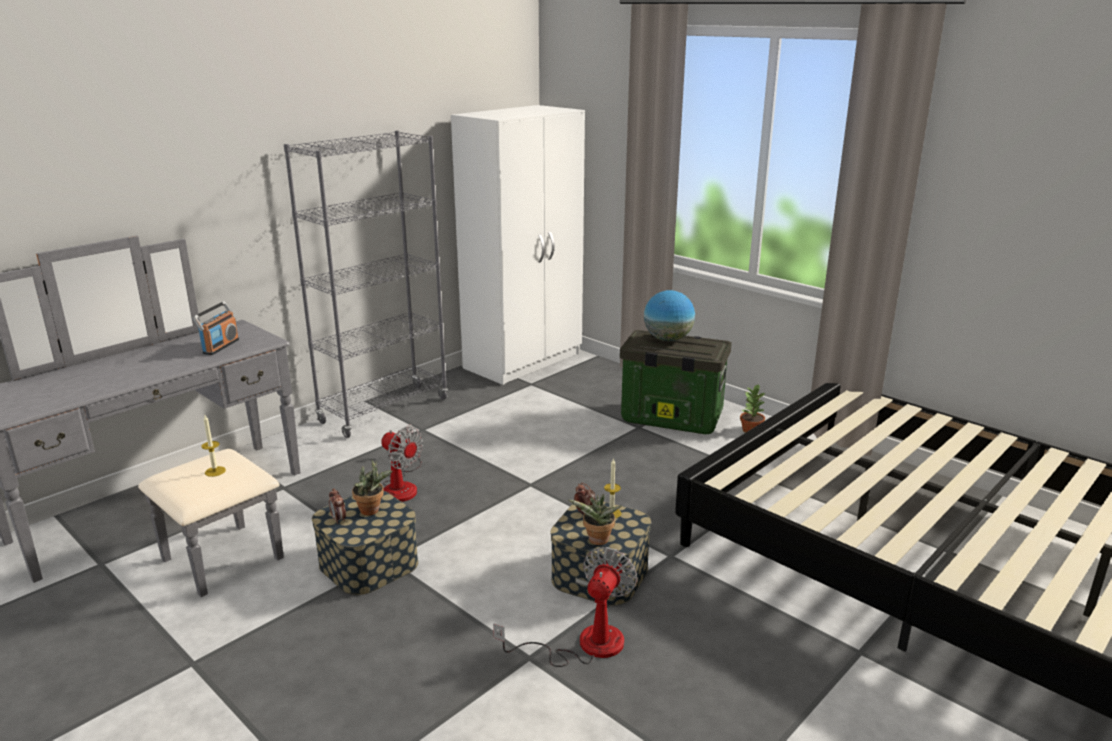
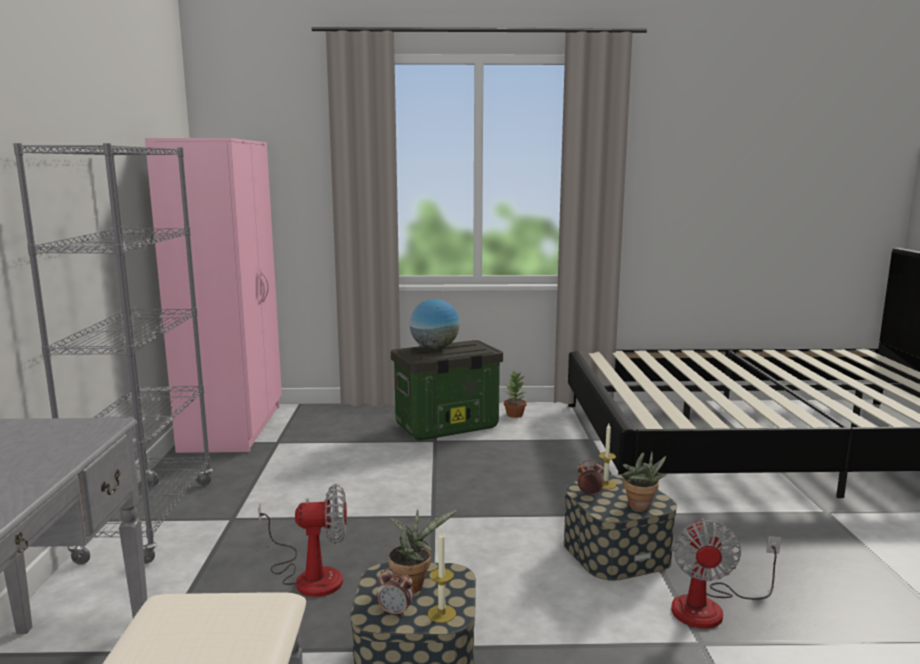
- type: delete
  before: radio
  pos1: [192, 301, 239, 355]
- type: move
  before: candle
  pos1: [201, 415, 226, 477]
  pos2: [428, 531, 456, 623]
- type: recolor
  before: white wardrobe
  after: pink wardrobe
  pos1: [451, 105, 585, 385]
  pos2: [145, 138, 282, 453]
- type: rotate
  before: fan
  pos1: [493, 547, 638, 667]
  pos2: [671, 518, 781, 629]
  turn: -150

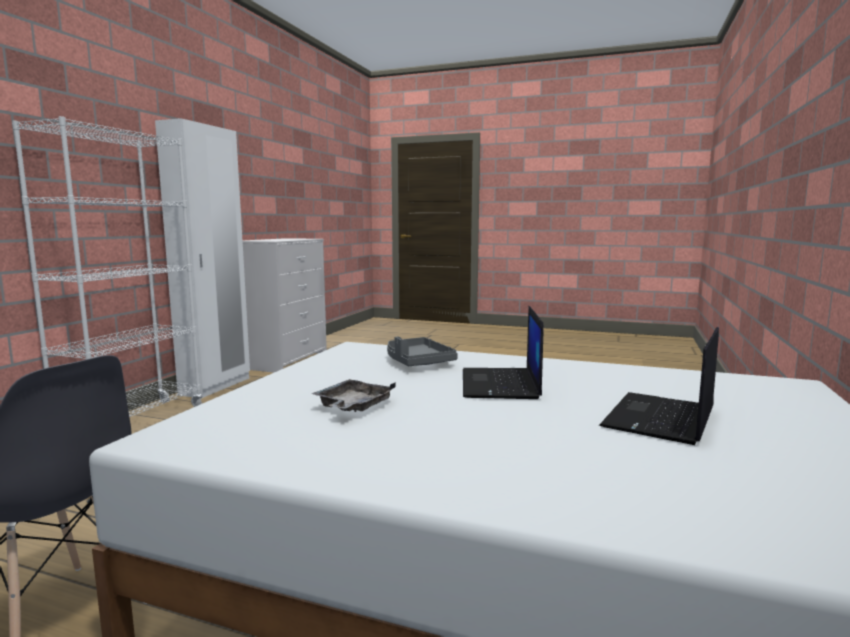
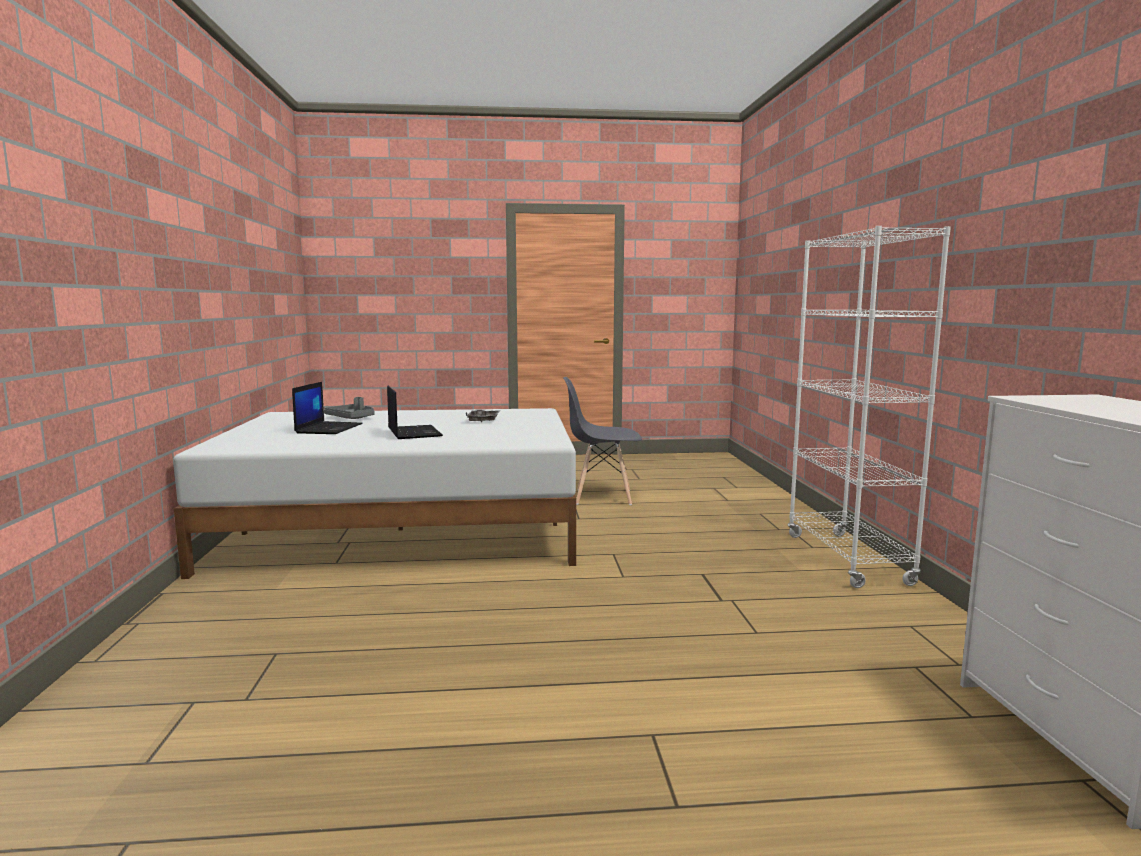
- type: delete
  before: white wardrobe
  pos1: [155, 118, 250, 399]
- type: move
  before: grey tray
  pos1: [387, 337, 458, 366]
  pos2: [324, 397, 374, 419]

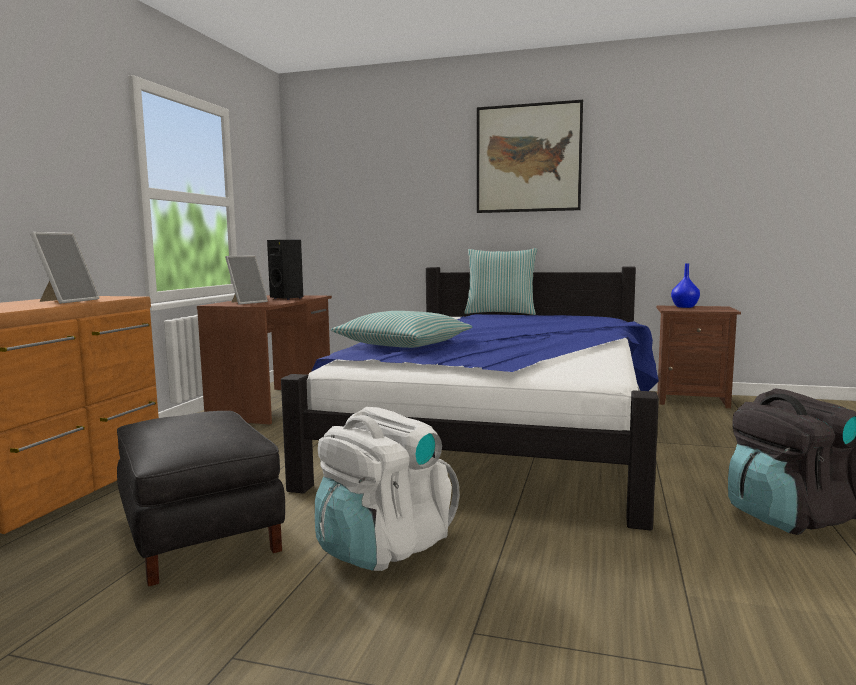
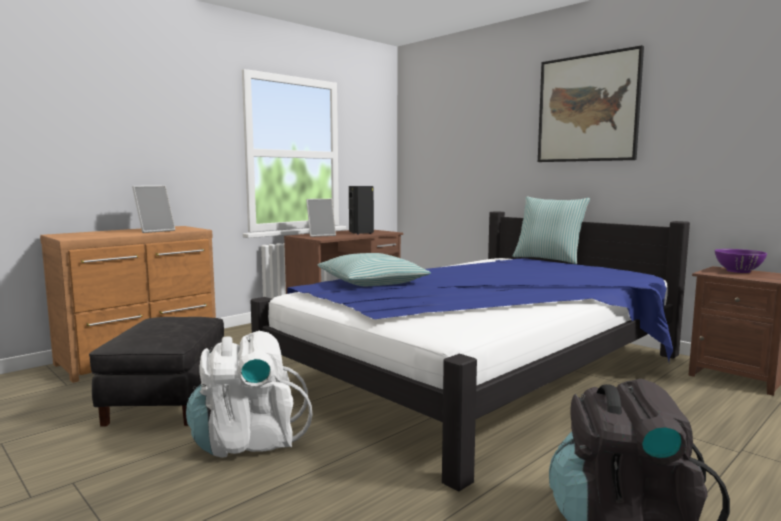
- type: replace
  before: blue vase
  after: purple bowl
  pos1: [671, 263, 700, 308]
  pos2: [715, 249, 767, 273]

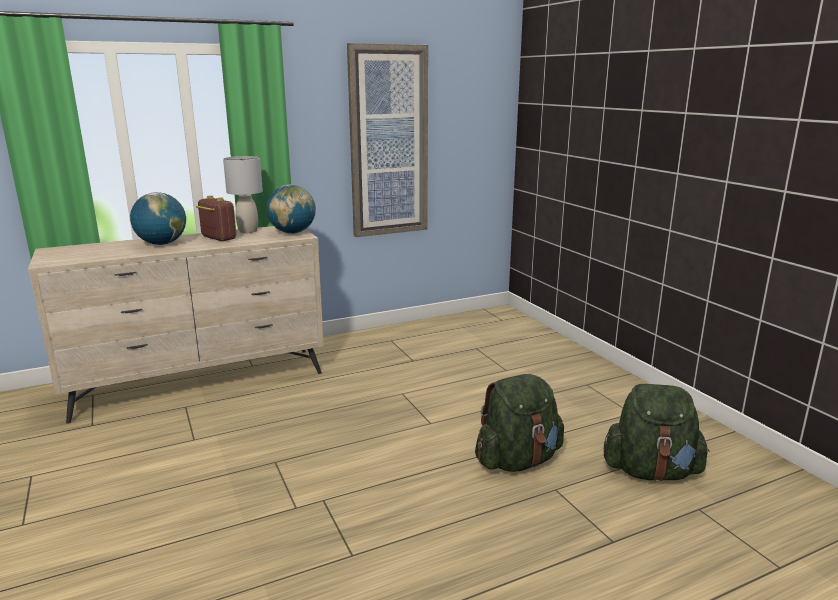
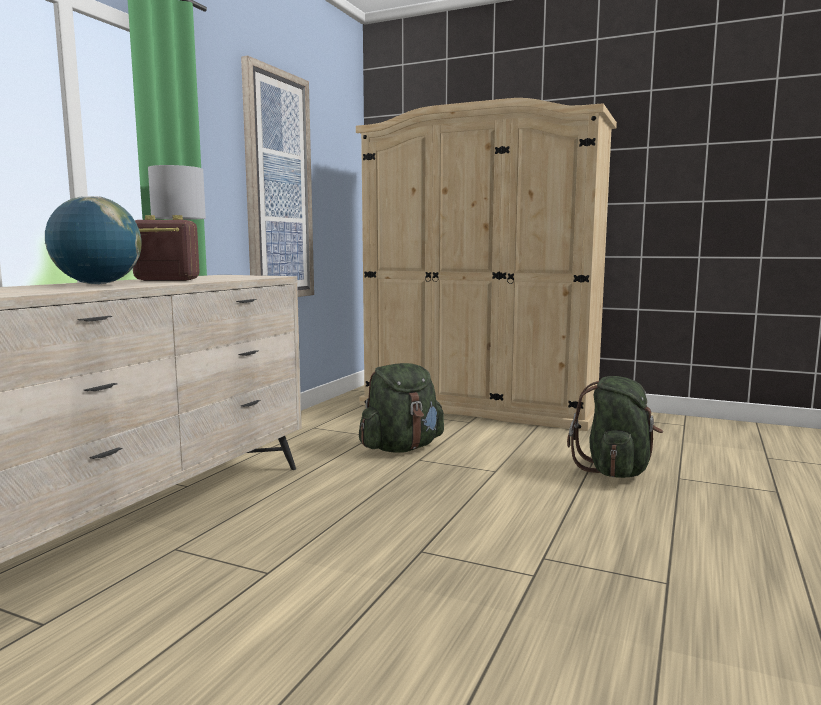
- type: delete
  before: globe
  pos1: [266, 184, 316, 234]
- type: move
  before: green backpack
  pos1: [604, 384, 710, 481]
  pos2: [359, 363, 444, 453]
- type: insert
  after: beige wardrobe
  pos2: [356, 98, 617, 431]

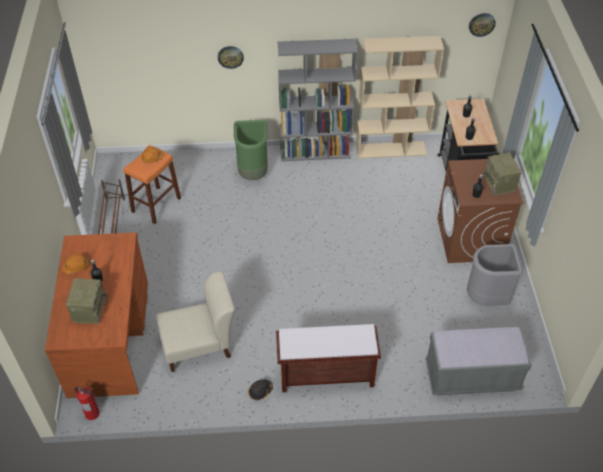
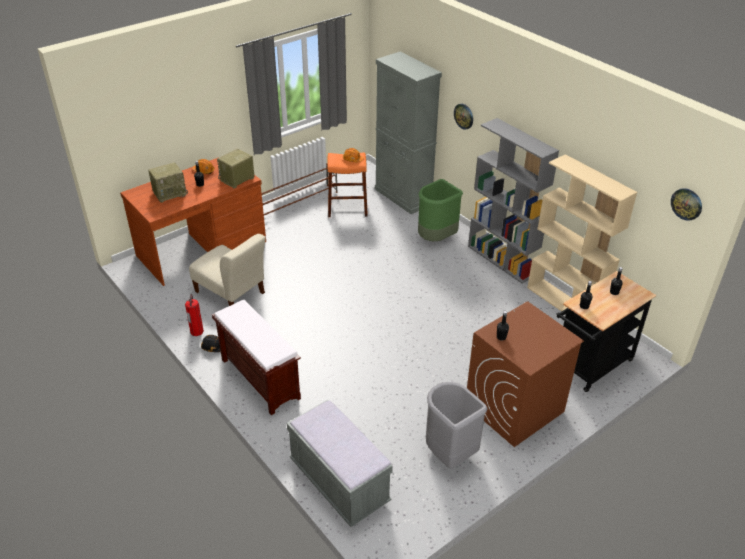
- type: move
  before: fire extinguisher
  pos1: [75, 387, 99, 420]
  pos2: [185, 294, 204, 336]
- type: move
  before: radio
  pos1: [483, 153, 522, 196]
  pos2: [217, 149, 254, 189]
- type: insert
  after: grey cabinet
  pos2: [375, 52, 442, 214]

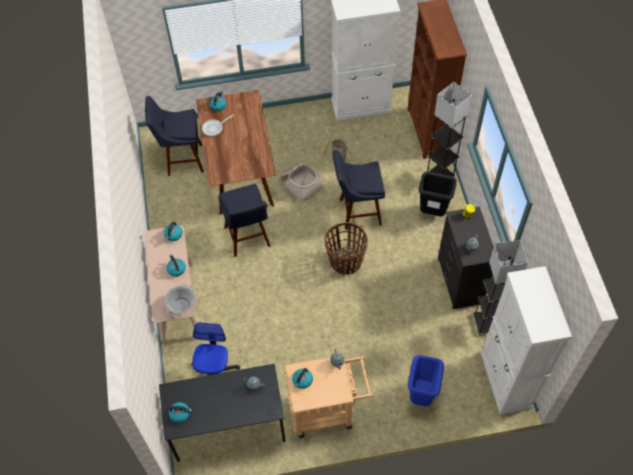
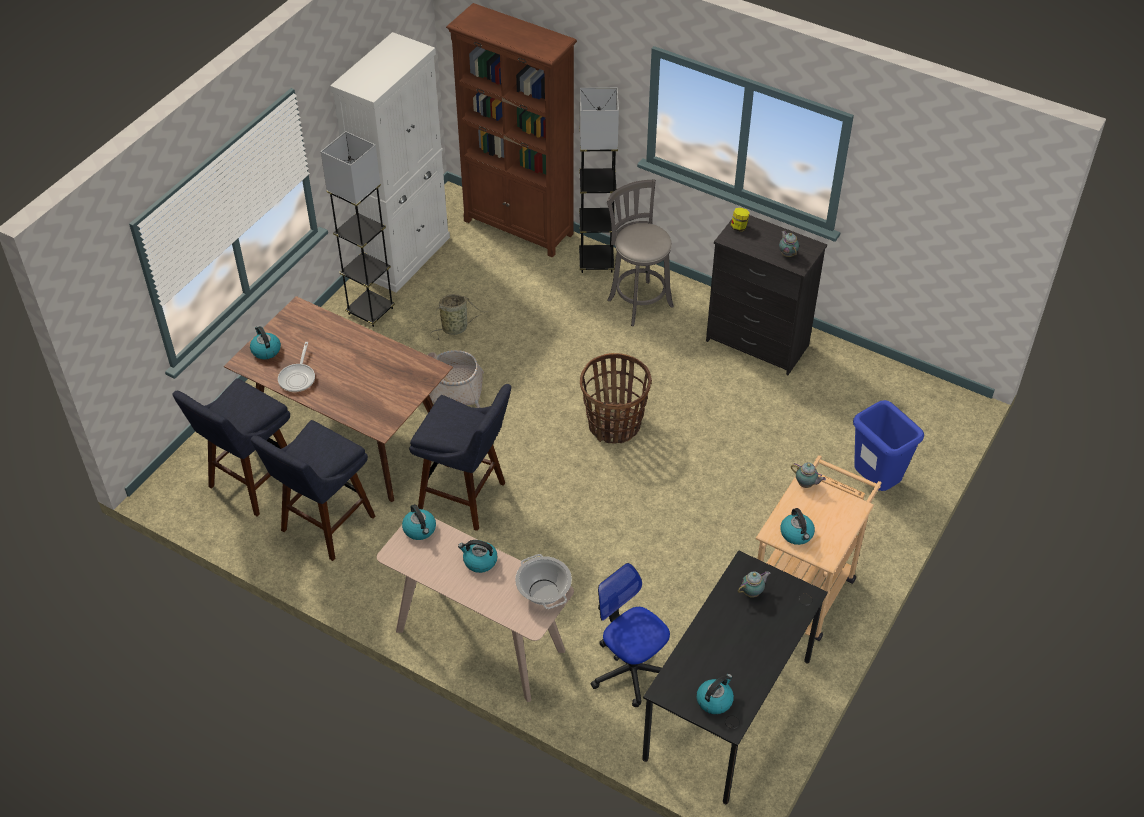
- type: move
  before: blue stool
  pos1: [333, 150, 385, 230]
  pos2: [251, 420, 375, 561]
- type: replace
  before: black trash can
  after: grey stool
  pos1: [419, 171, 457, 217]
  pos2: [607, 179, 674, 326]
- type: move
  before: grey floor lamp
  pos1: [473, 240, 528, 335]
  pos2: [321, 131, 395, 327]
- type: delete
  before: white cabinet
  pos1: [480, 266, 572, 414]

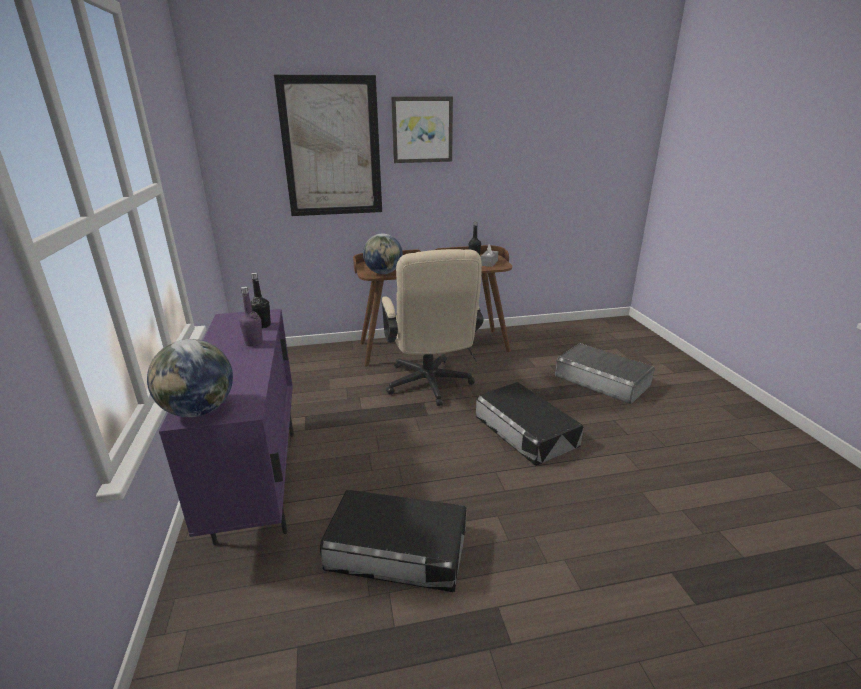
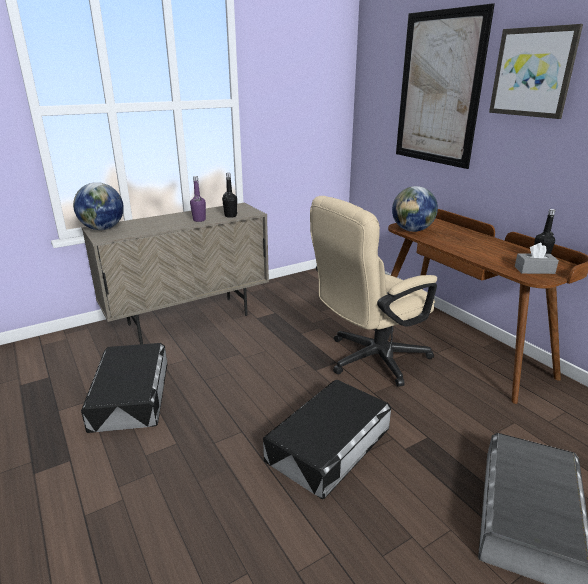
- type: recolor
  before: purple cabinet
  after: beige cabinet
  pos1: [159, 309, 294, 545]
  pos2: [82, 203, 269, 344]

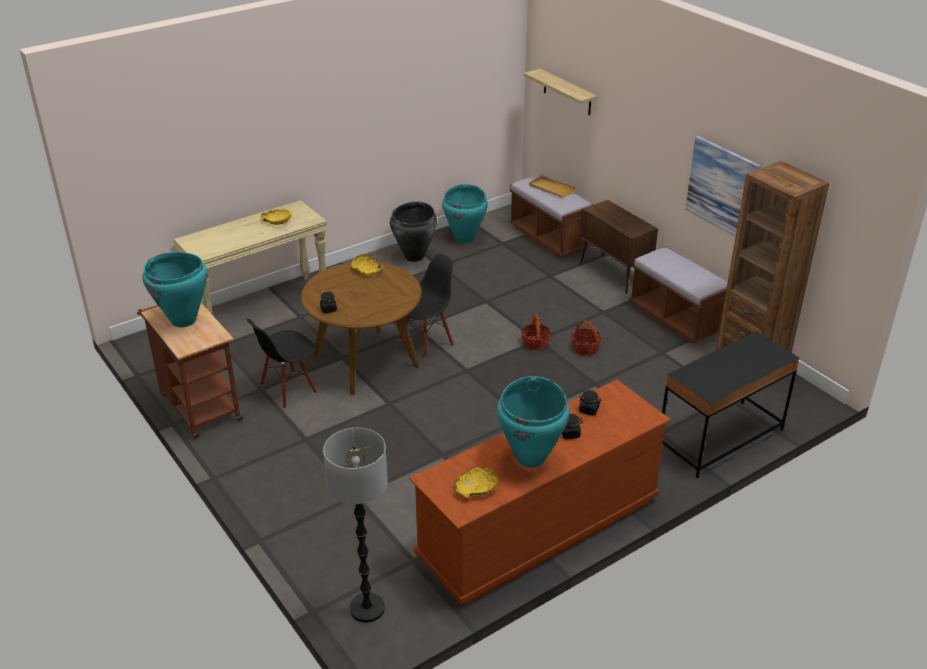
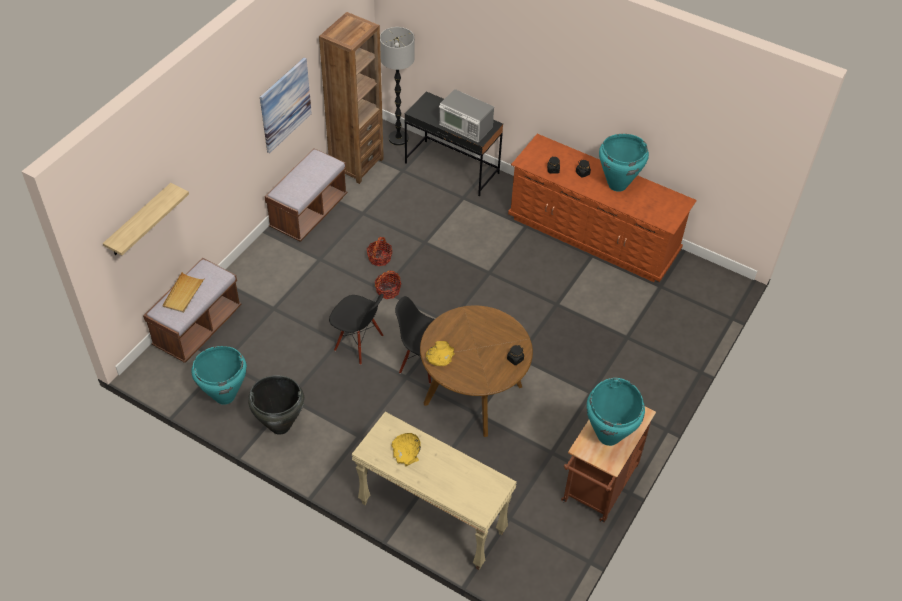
- type: move
  before: black chair
  pos1: [247, 319, 317, 409]
  pos2: [329, 294, 384, 365]
- type: move
  before: floor lamp
  pos1: [323, 428, 388, 623]
  pos2: [380, 27, 414, 146]
- type: delete
  before: yellow bowl
  pos1: [454, 467, 498, 498]
- type: delete
  before: brown cabinet
  pos1: [580, 200, 658, 294]
- type: insert
  after: microwave
  pos2: [439, 89, 494, 142]

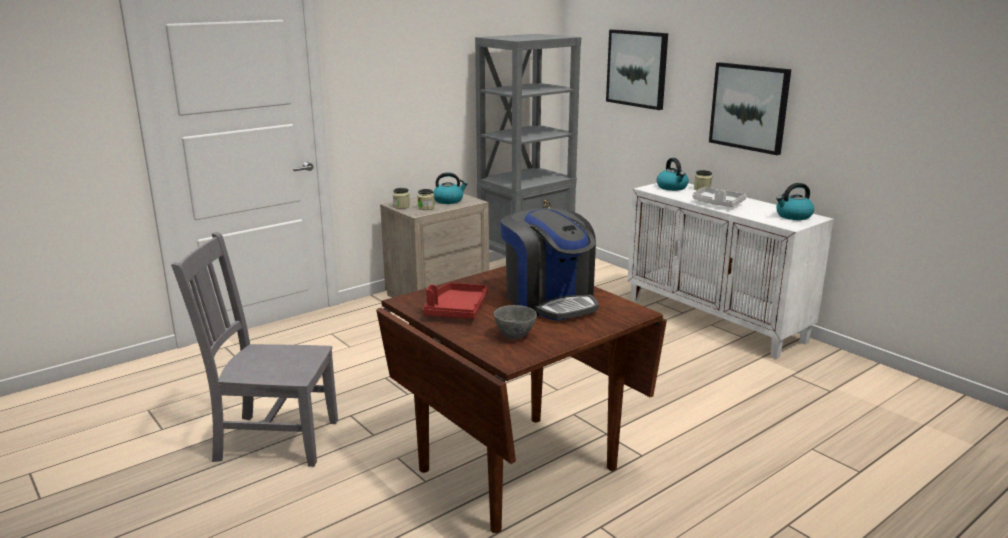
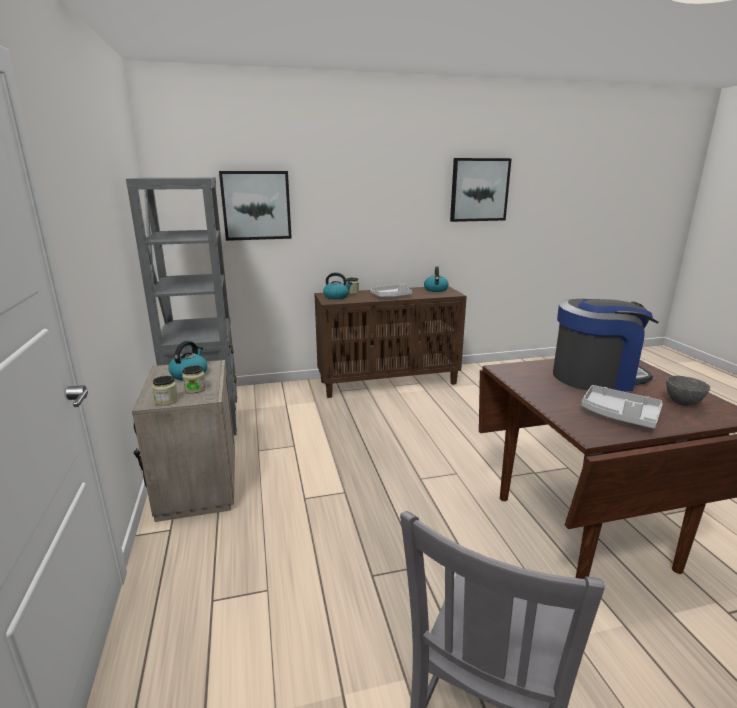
- type: recolor
  before: red tray
  after: grey tray
  pos1: [423, 283, 488, 319]
  pos2: [581, 385, 663, 429]
- type: recolor
  before: white cabinet
  after: brown cabinet
  pos1: [627, 183, 834, 359]
  pos2: [314, 286, 467, 398]
- type: move
  before: picture
  pos1: [709, 62, 791, 155]
  pos2: [450, 158, 512, 222]

